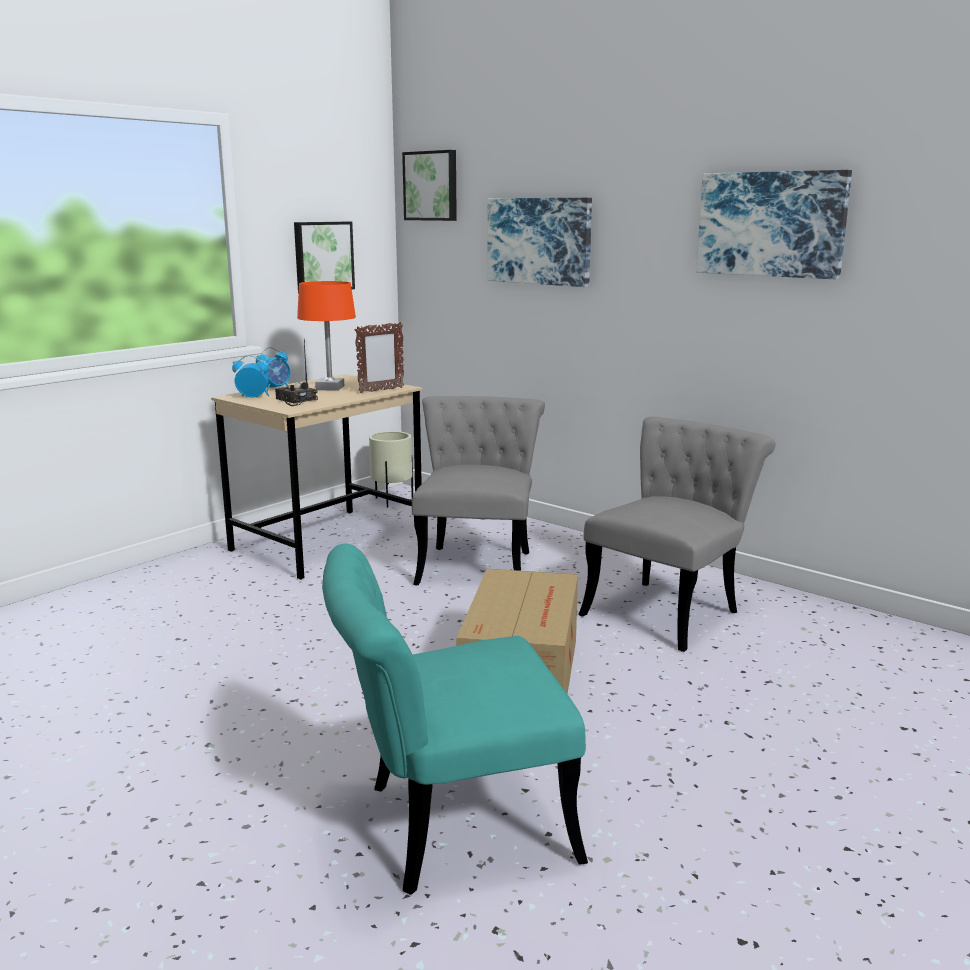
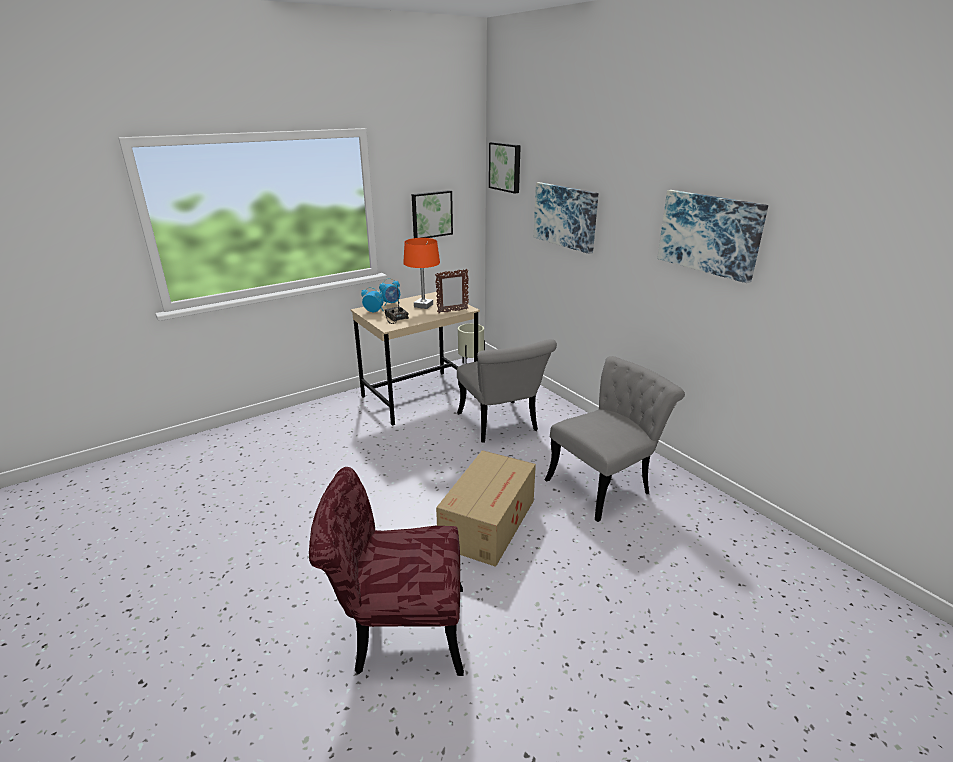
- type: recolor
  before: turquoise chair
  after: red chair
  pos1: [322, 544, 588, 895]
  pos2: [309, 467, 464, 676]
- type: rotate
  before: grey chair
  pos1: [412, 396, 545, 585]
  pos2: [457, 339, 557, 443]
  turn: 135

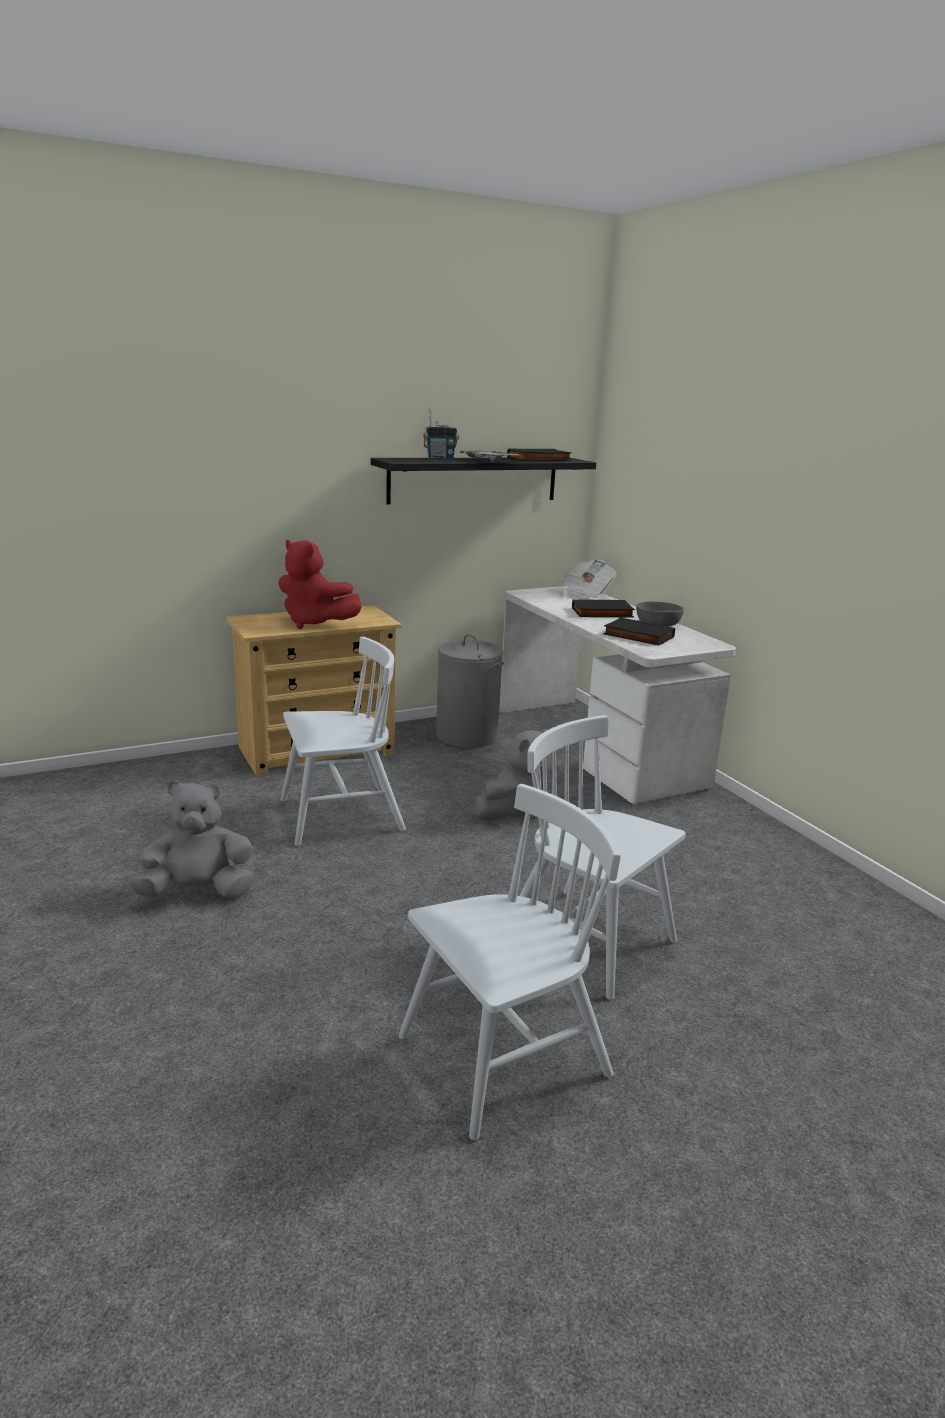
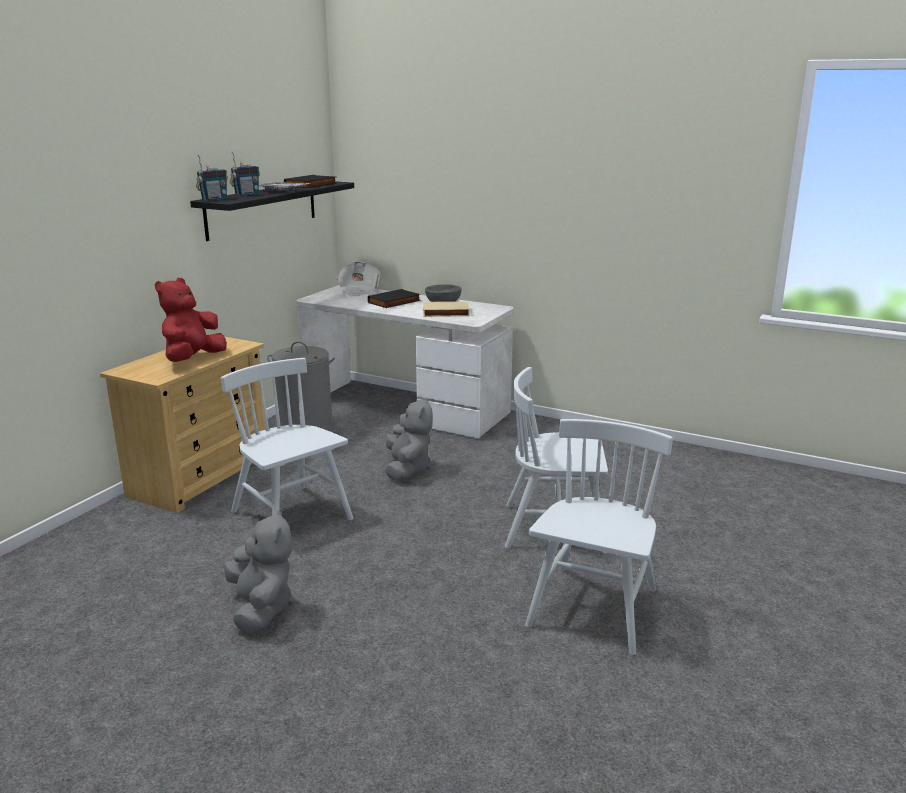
- type: rotate
  before: grey plush toy
  pos1: [129, 780, 255, 899]
  pos2: [224, 509, 293, 634]
  turn: 120
- type: rotate
  before: red plush toy
  pos1: [278, 540, 361, 629]
  pos2: [155, 278, 227, 362]
  turn: 120
- type: rotate
  before: white chair
  pos1: [280, 637, 406, 846]
  pos2: [221, 358, 354, 520]
  turn: -75
- type: recolor
  before: black book
  after: beige book
  pos1: [603, 617, 675, 646]
  pos2: [423, 301, 470, 317]
- type: insert
  after: radio
  pos2: [196, 154, 228, 201]

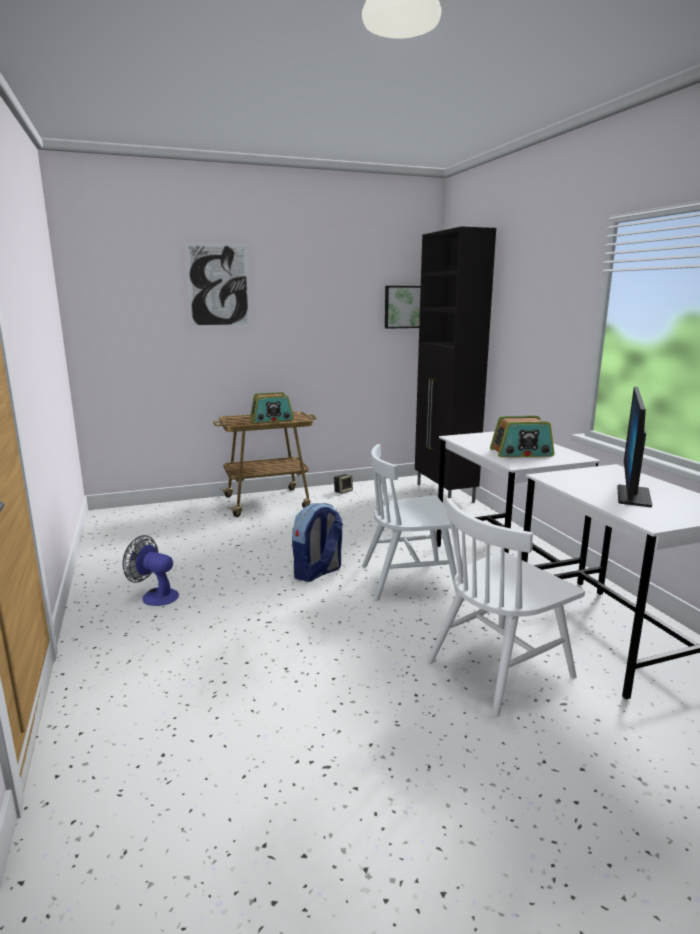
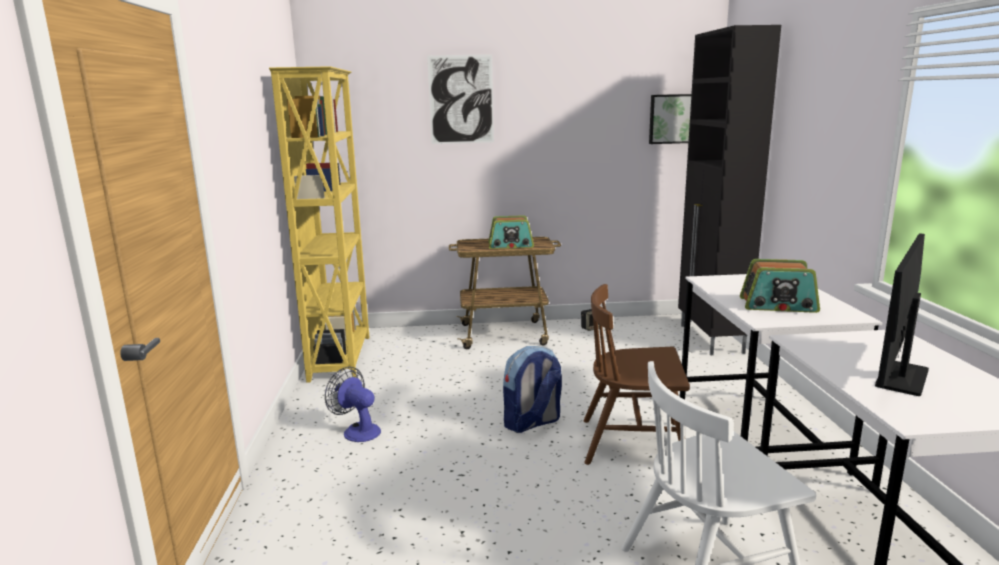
- type: recolor
  before: white chair
  after: brown chair
  pos1: [362, 444, 457, 601]
  pos2: [584, 284, 690, 465]
- type: insert
  after: yellow bookcase
  pos2: [269, 66, 370, 383]

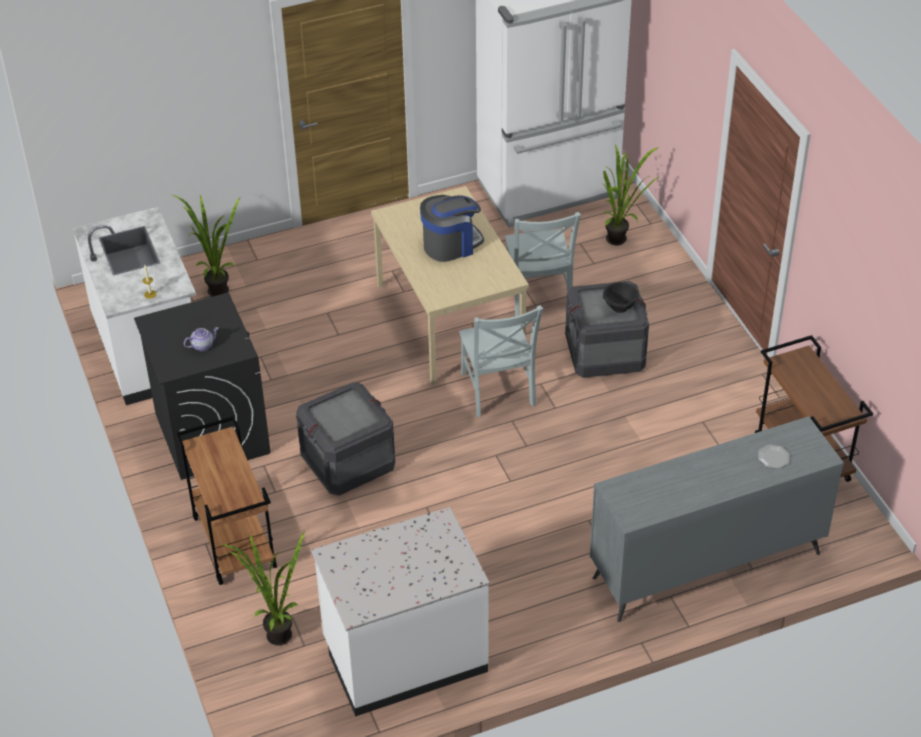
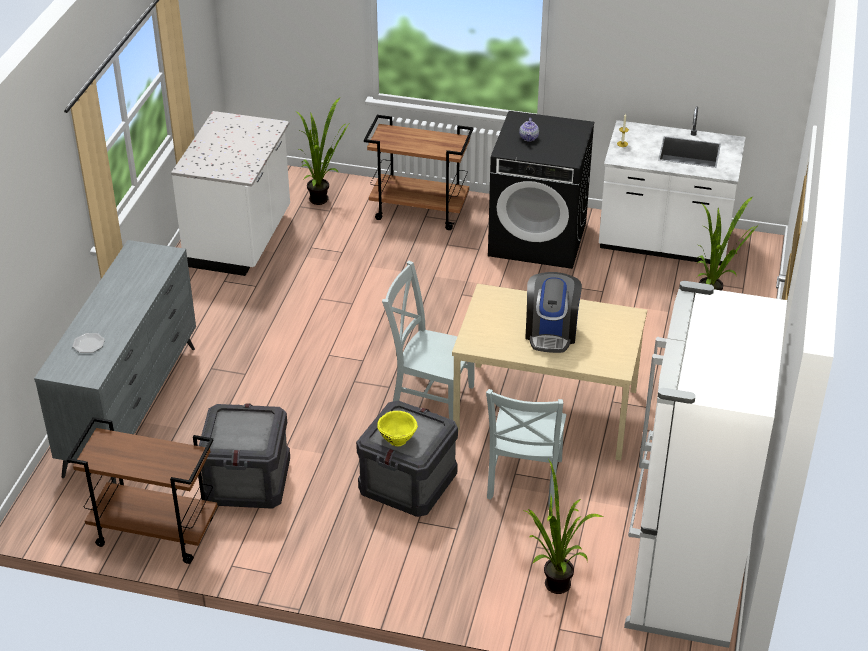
- type: move
  before: crate
  pos1: [296, 382, 395, 495]
  pos2: [199, 403, 290, 509]
- type: rotate
  before: grey chair
  pos1: [505, 212, 581, 316]
  pos2: [486, 389, 566, 508]
  turn: -105
- type: recolor
  before: black bowl
  after: yellow bowl
  pos1: [602, 282, 639, 313]
  pos2: [377, 411, 418, 447]

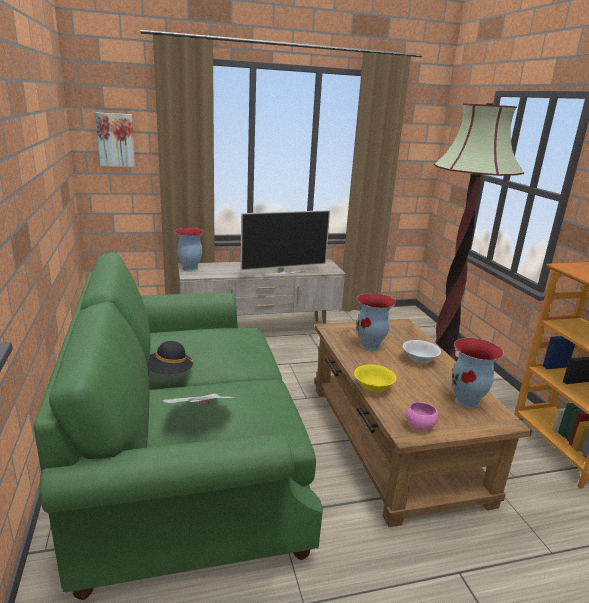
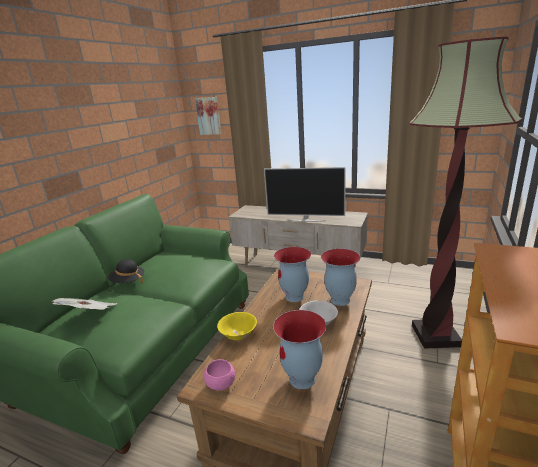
- type: move
  before: vase
  pos1: [174, 228, 204, 271]
  pos2: [321, 249, 360, 306]

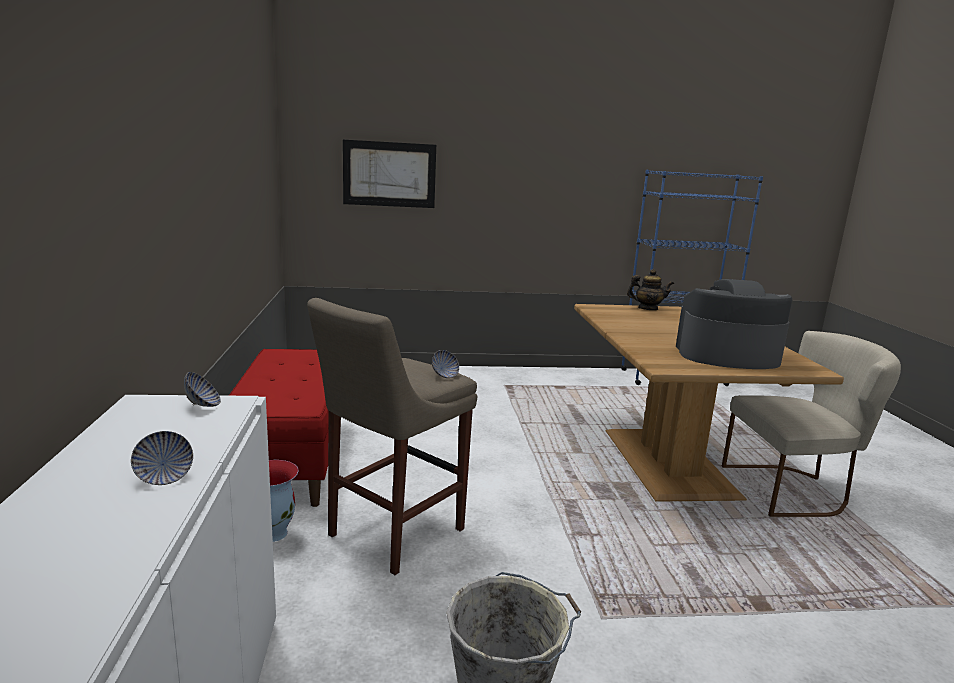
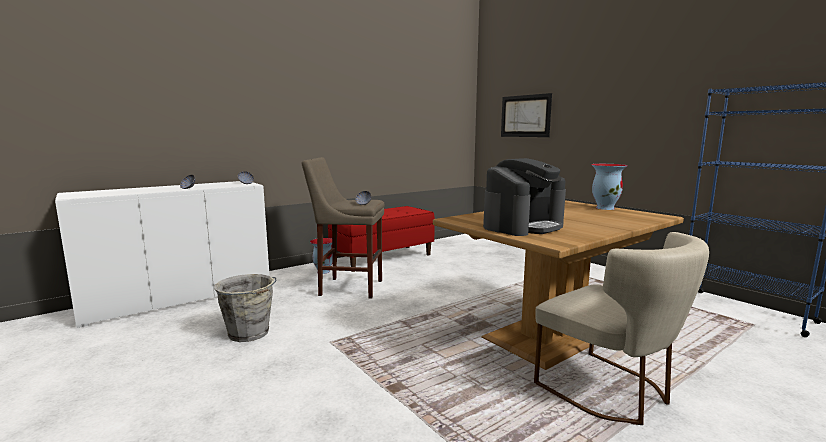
- type: replace
  before: teapot
  after: vase
  pos1: [627, 269, 674, 310]
  pos2: [591, 164, 628, 210]
- type: rotate
  before: coffee machine
  pos1: [676, 279, 792, 369]
  pos2: [483, 158, 566, 236]
  turn: 75

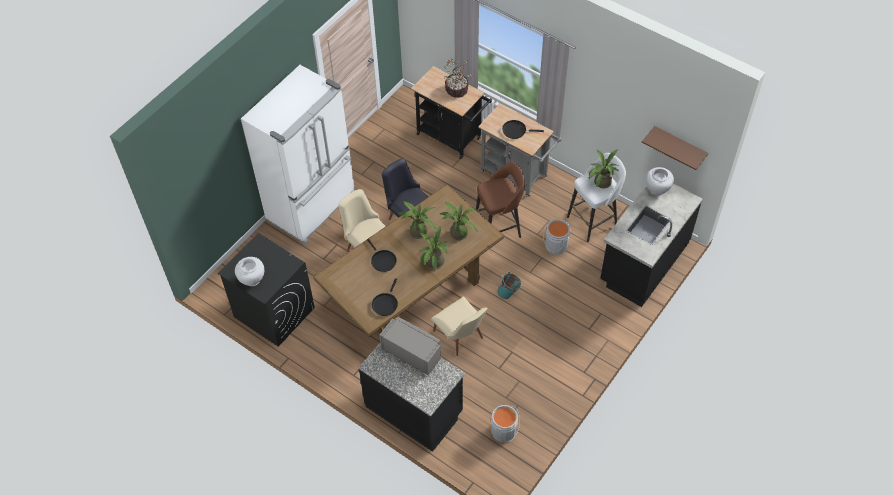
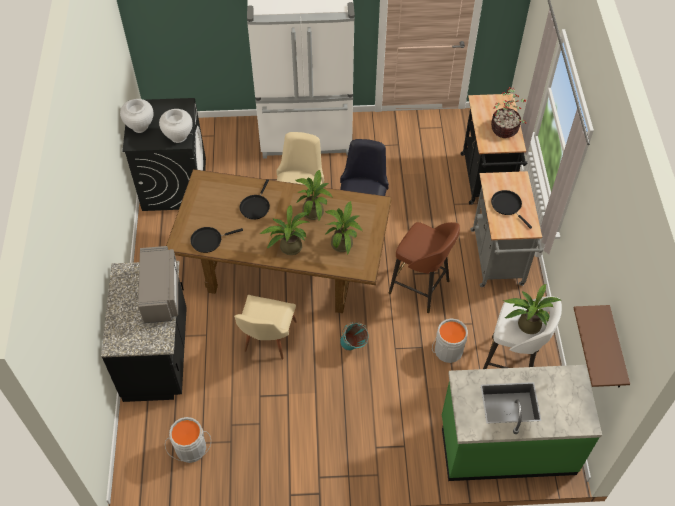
- type: recolor
  before: black counter
  after: green counter
  pos1: [600, 183, 703, 307]
  pos2: [442, 365, 602, 481]
- type: move
  before: white vase
  pos1: [646, 167, 674, 196]
  pos2: [159, 109, 192, 143]

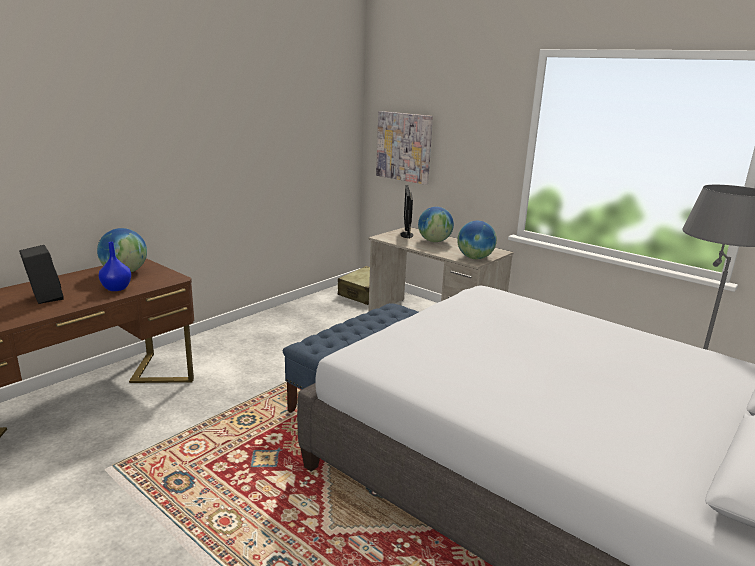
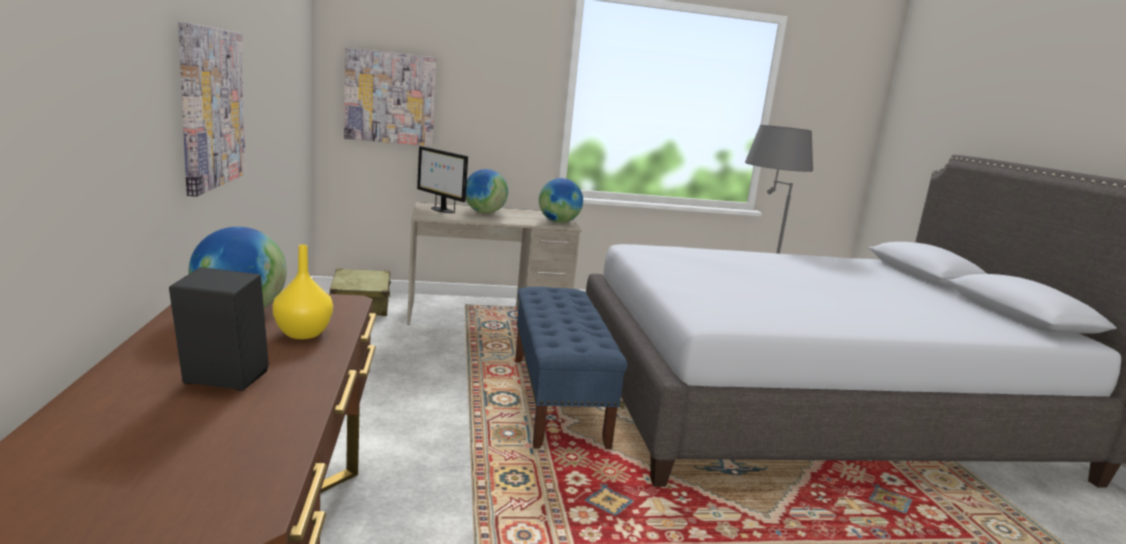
- type: recolor
  before: blue vase
  after: yellow vase
  pos1: [99, 242, 131, 291]
  pos2: [272, 245, 333, 339]
- type: insert
  after: picture
  pos2: [178, 22, 246, 197]

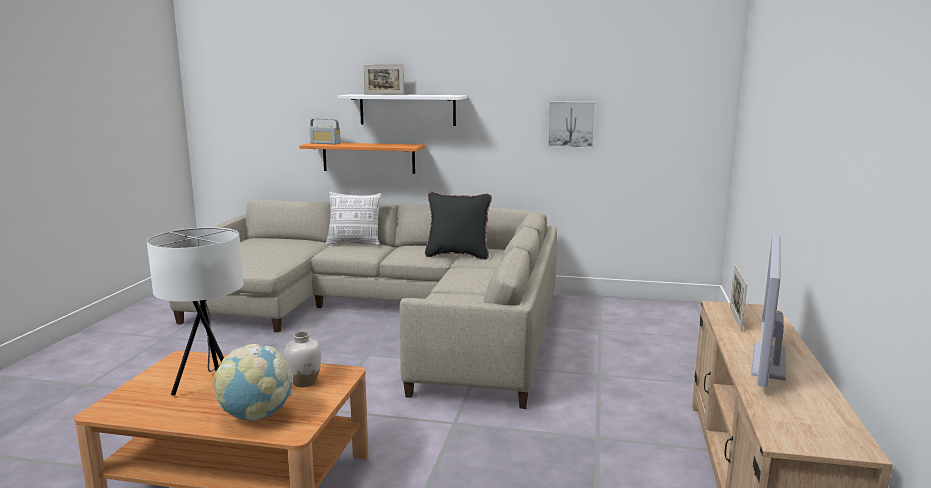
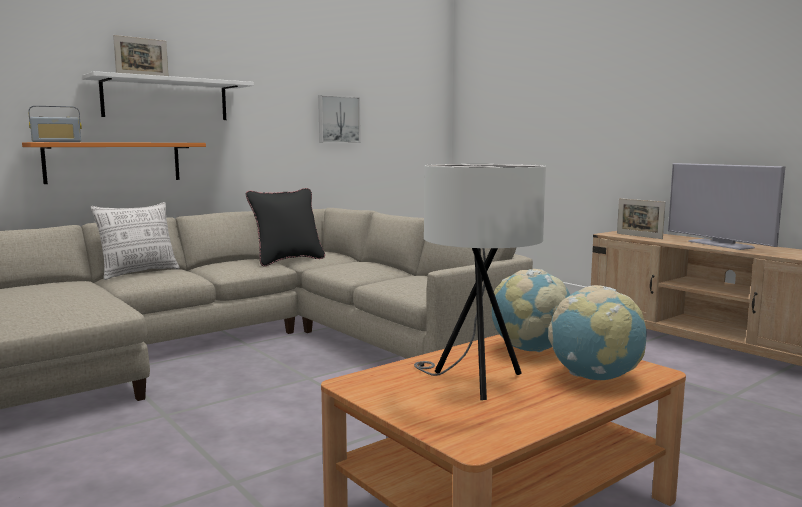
- type: replace
  before: white vase
  after: globe
  pos1: [284, 332, 321, 387]
  pos2: [491, 269, 570, 352]

